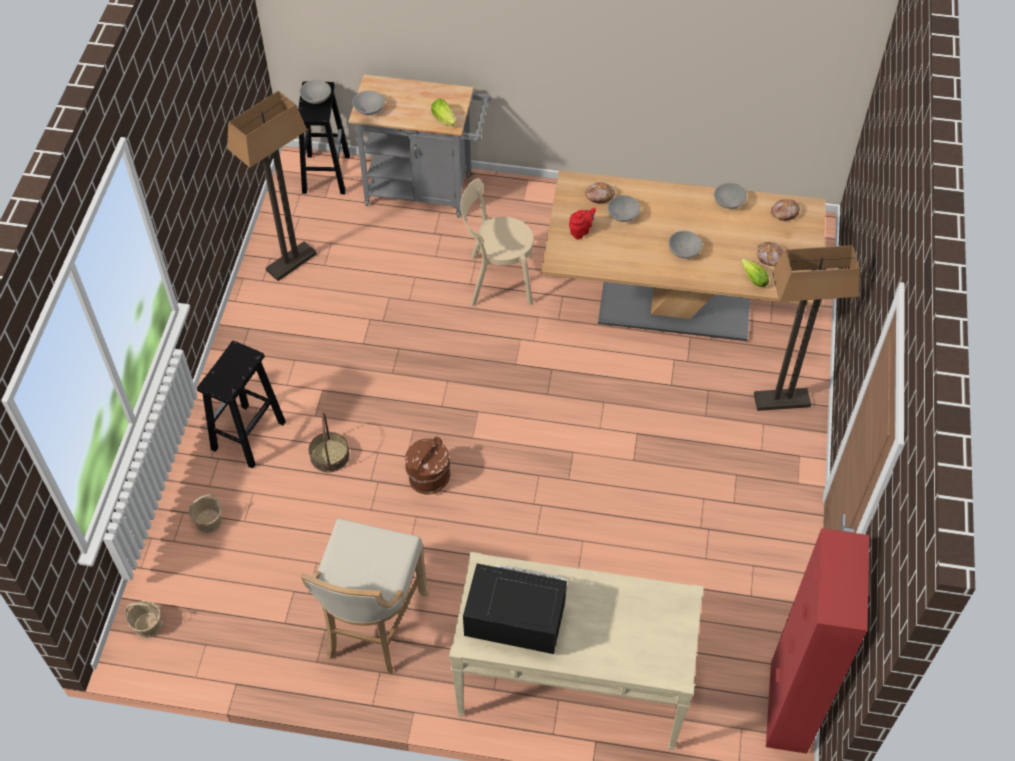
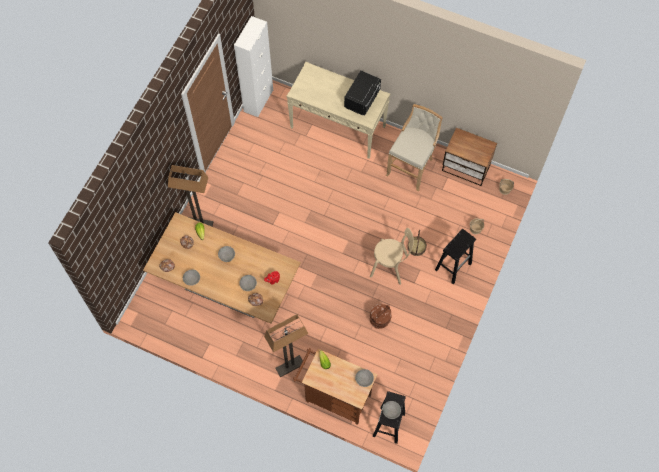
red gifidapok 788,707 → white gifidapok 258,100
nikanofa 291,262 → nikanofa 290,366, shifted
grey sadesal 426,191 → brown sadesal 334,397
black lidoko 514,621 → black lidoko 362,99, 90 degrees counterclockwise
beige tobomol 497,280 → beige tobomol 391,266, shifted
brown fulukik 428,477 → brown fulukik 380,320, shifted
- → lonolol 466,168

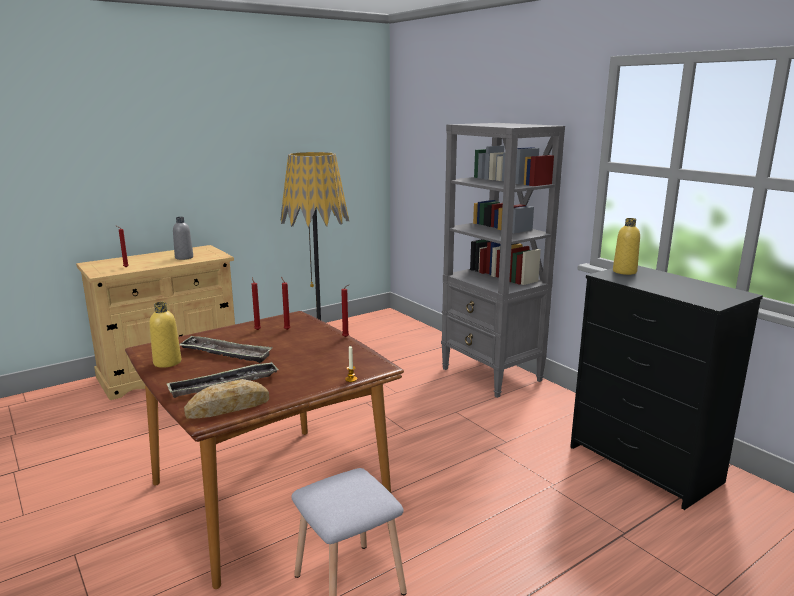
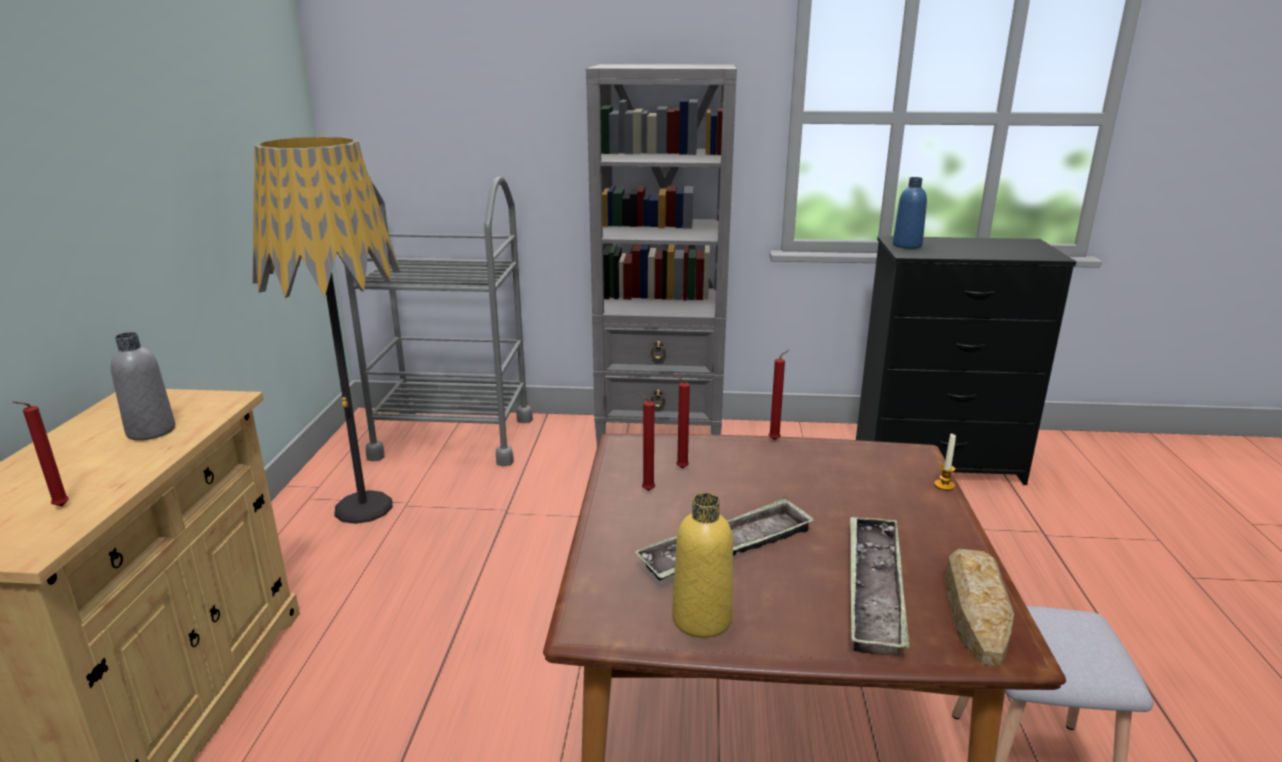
- → grey sadesal 453,438
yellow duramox 624,271 → blue duramox 907,245

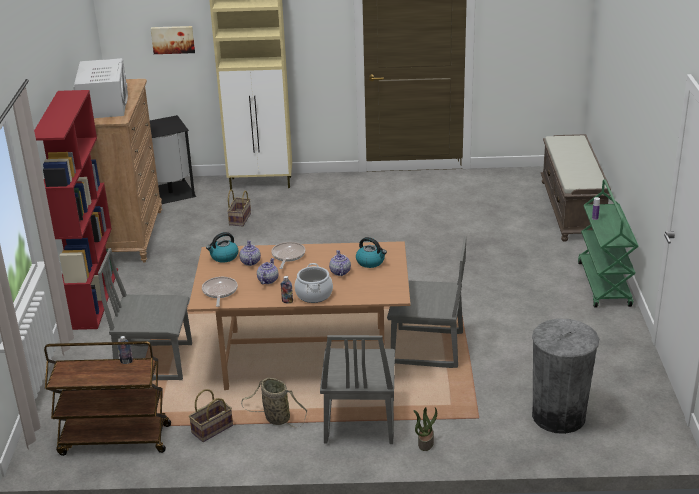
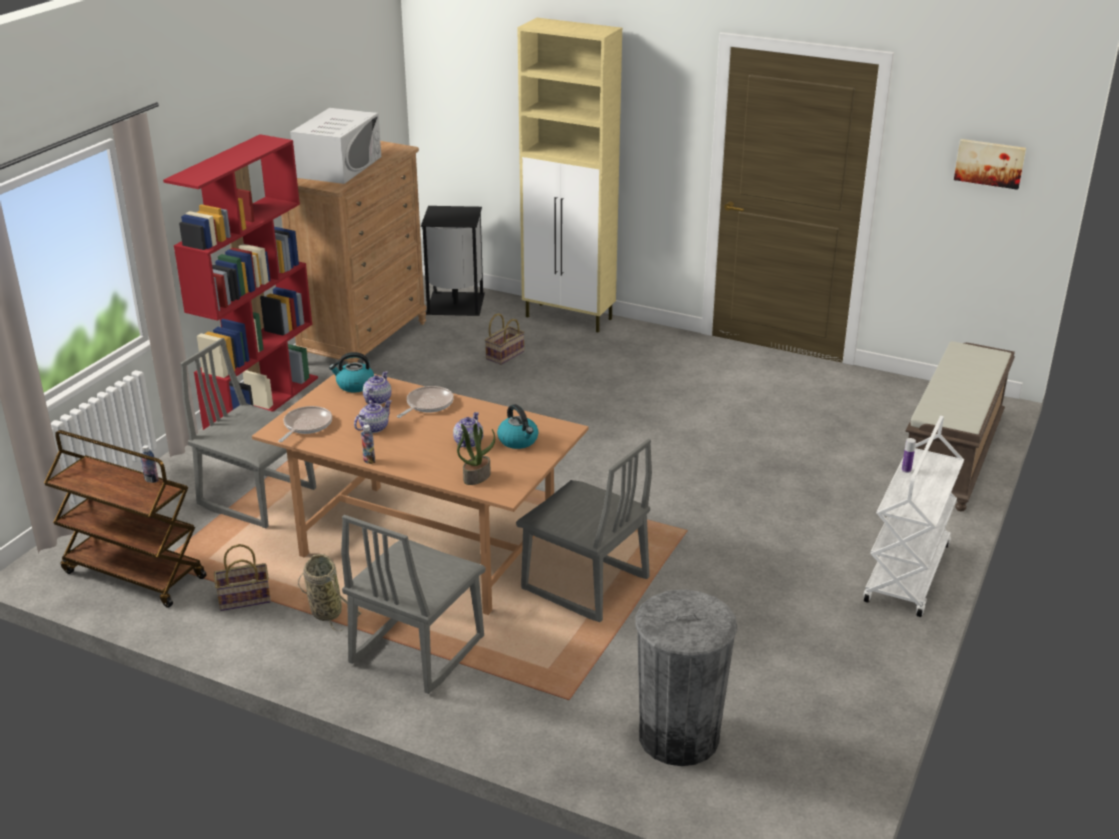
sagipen 425,443 → sagipen 476,476, shifted
green sadesal 604,285 → white sadesal 908,574
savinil 173,39 → savinil 989,163, shifted
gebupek 314,294 → -

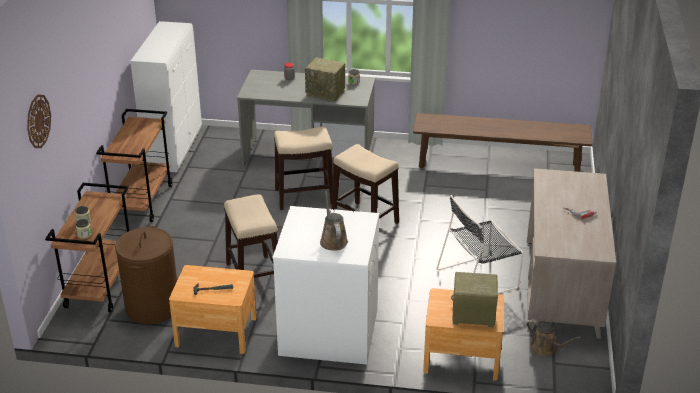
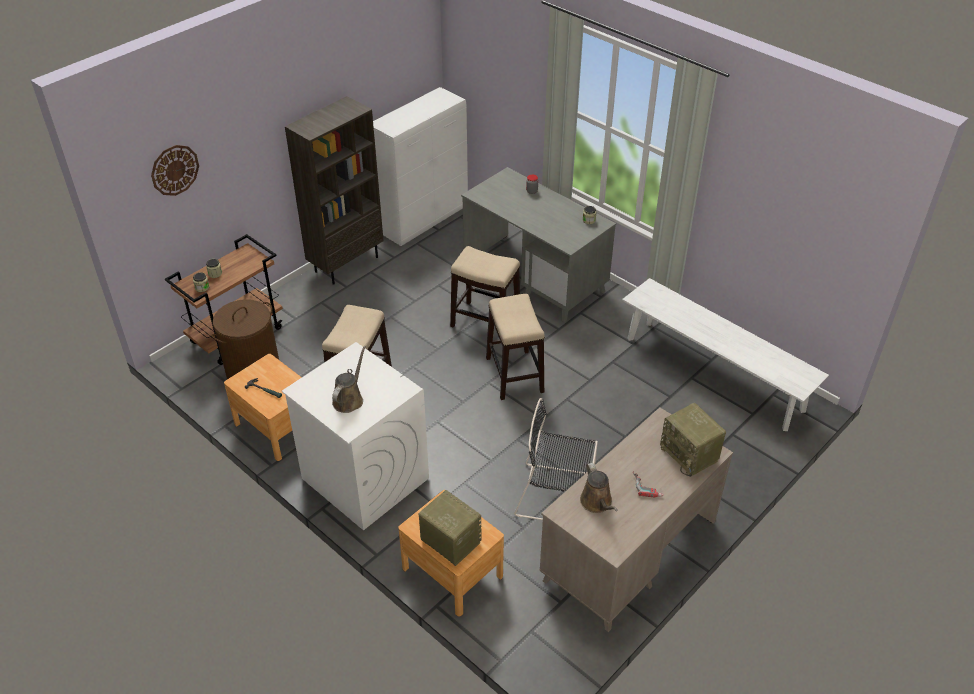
brown sadesal 141,201 → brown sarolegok 346,264
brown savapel 546,349 → brown savapel 597,503, shifted
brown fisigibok 498,166 → white fisigibok 713,373
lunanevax 326,93 → lunanevax 690,454, shifted

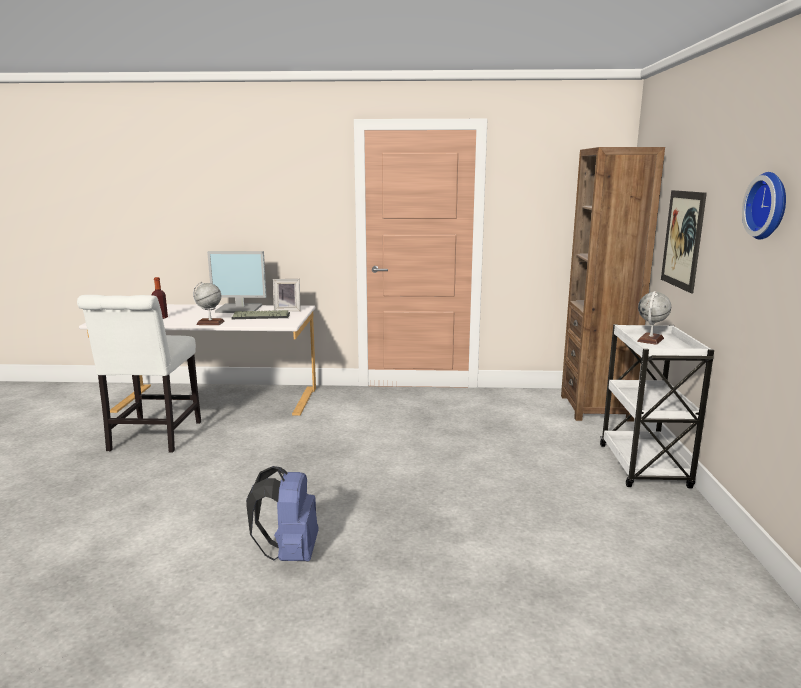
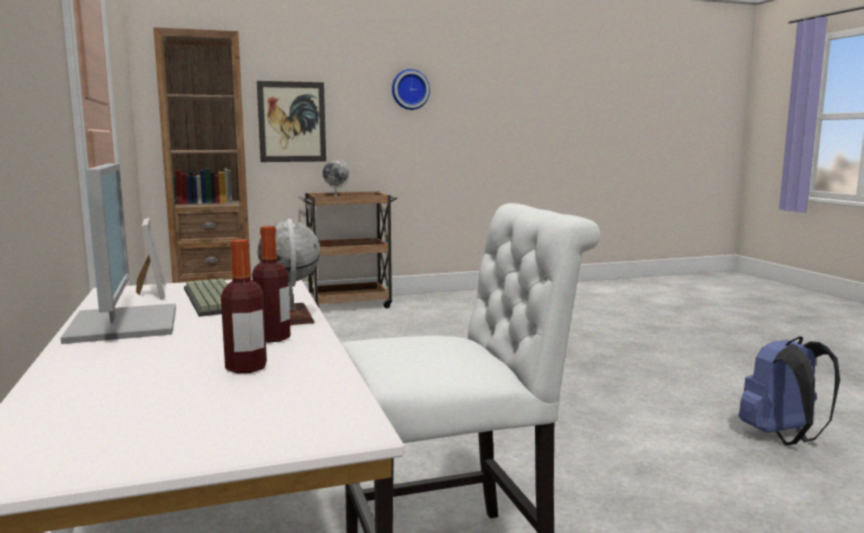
- → duramox 273,338
white sadesal 644,467 → brown sadesal 349,304
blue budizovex 290,553 → blue budizovex 782,437, shifted

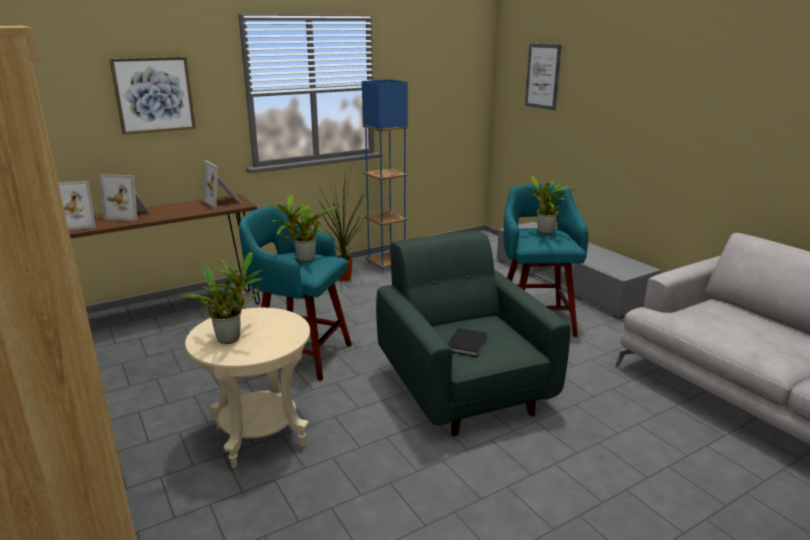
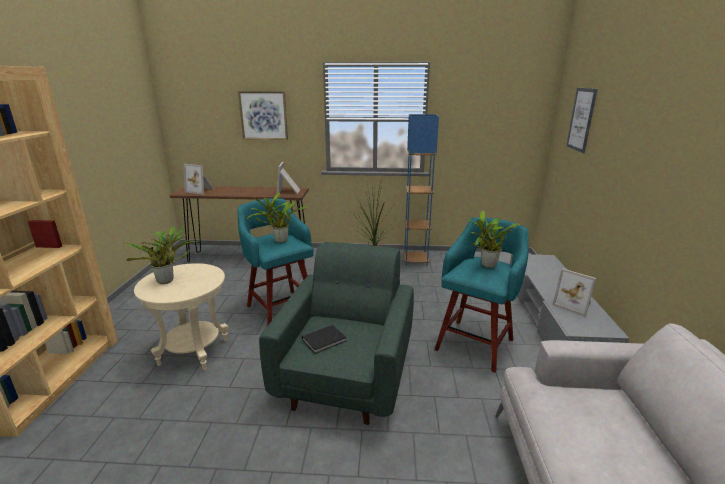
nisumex 129,215 → nisumex 573,305, shifted

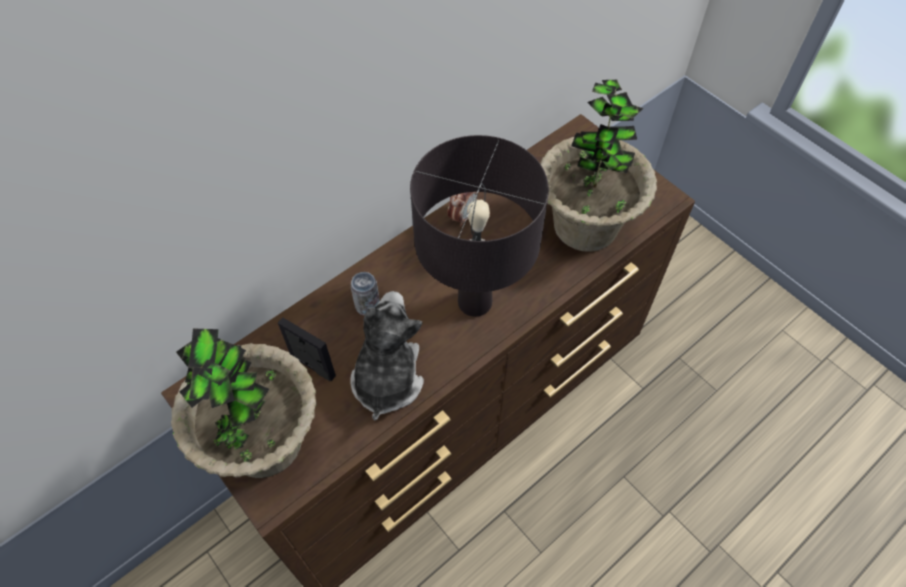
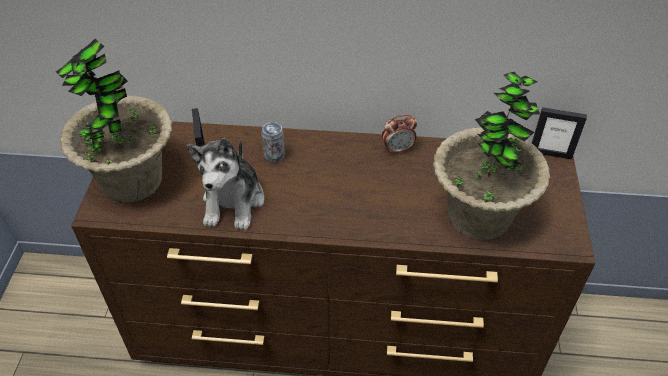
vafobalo 387,378 → vafobalo 233,202, 135 degrees clockwise
- → nisumex 550,153
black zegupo 474,303 → -

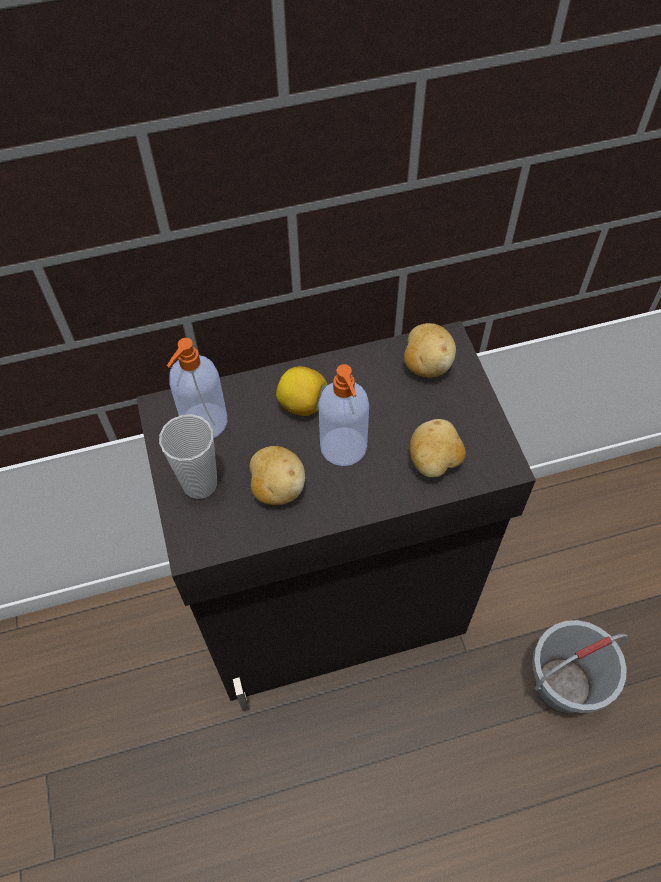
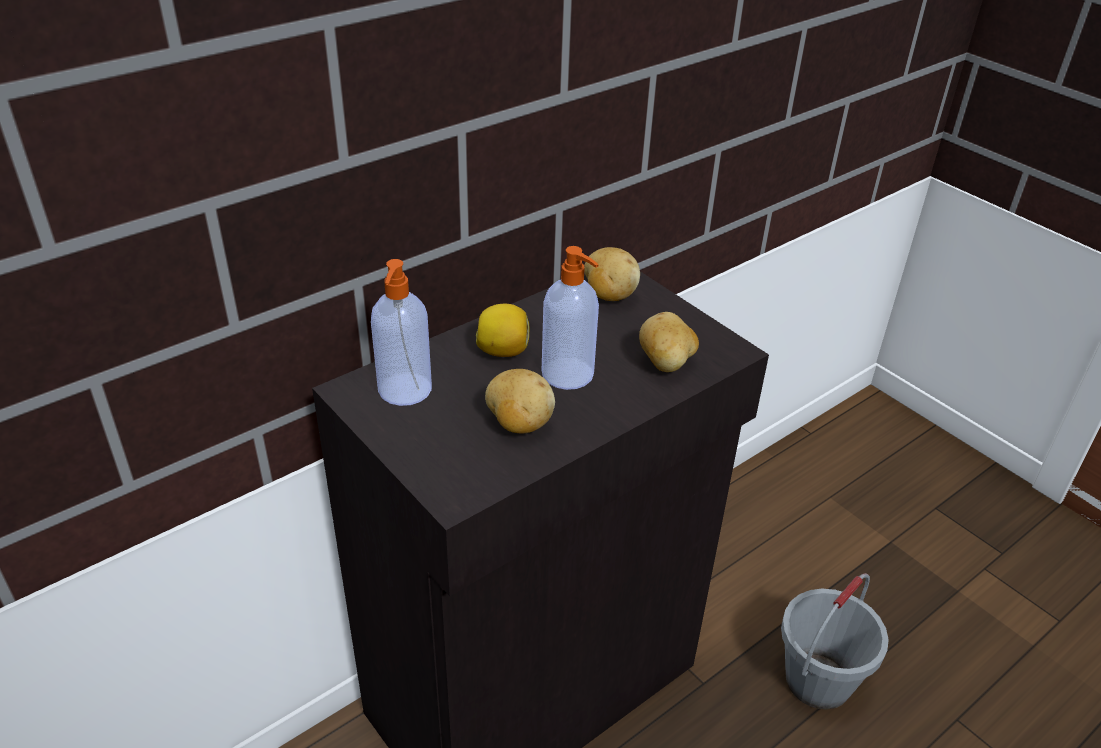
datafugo 200,484 → -

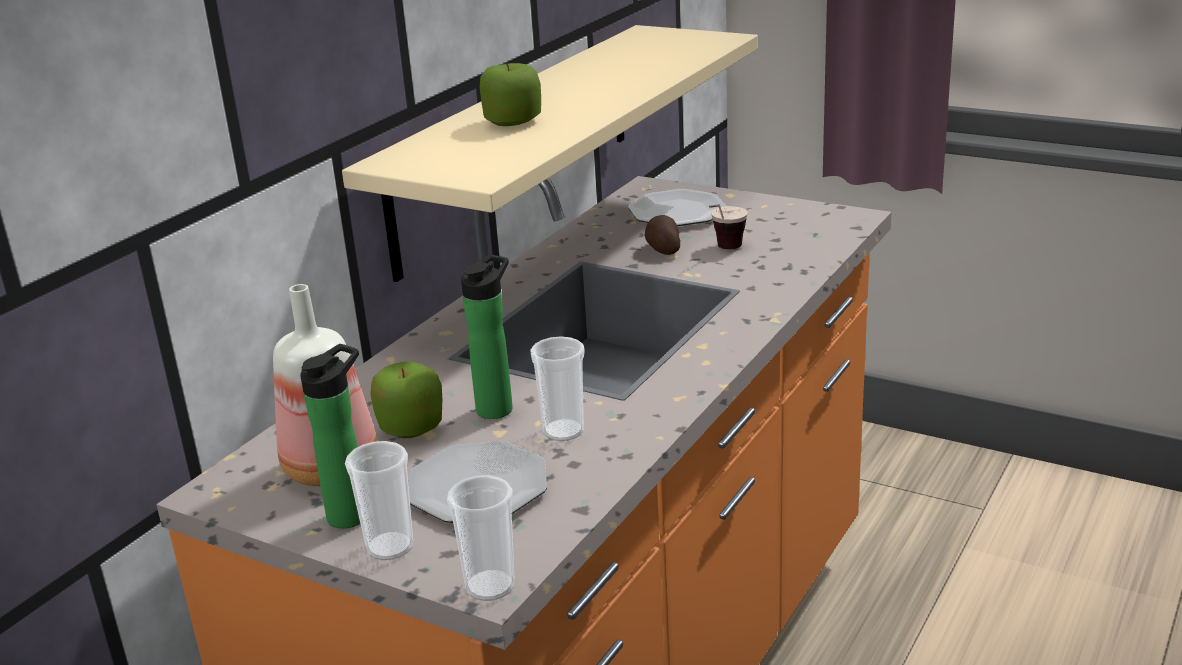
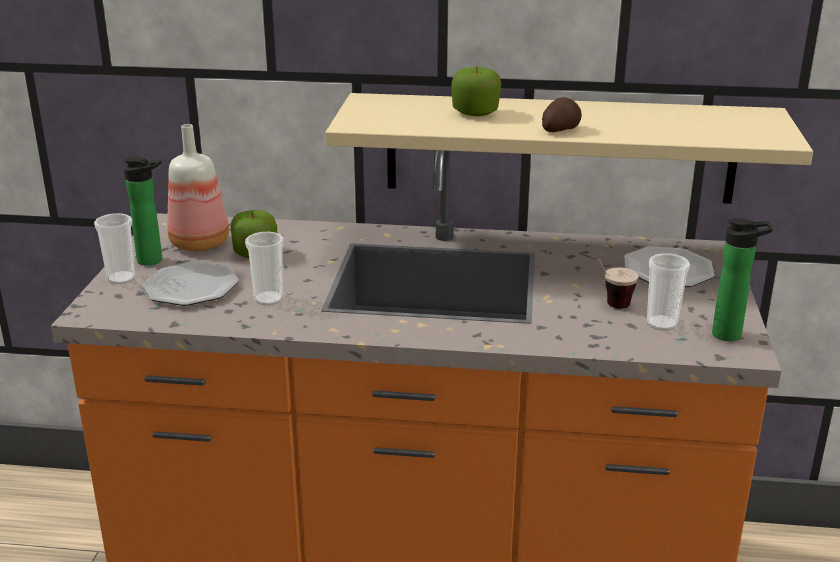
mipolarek 663,249 → mipolarek 560,129, shifted
datafugo 490,586 → datafugo 662,323, shifted
duramox 498,407 → duramox 731,335, shifted

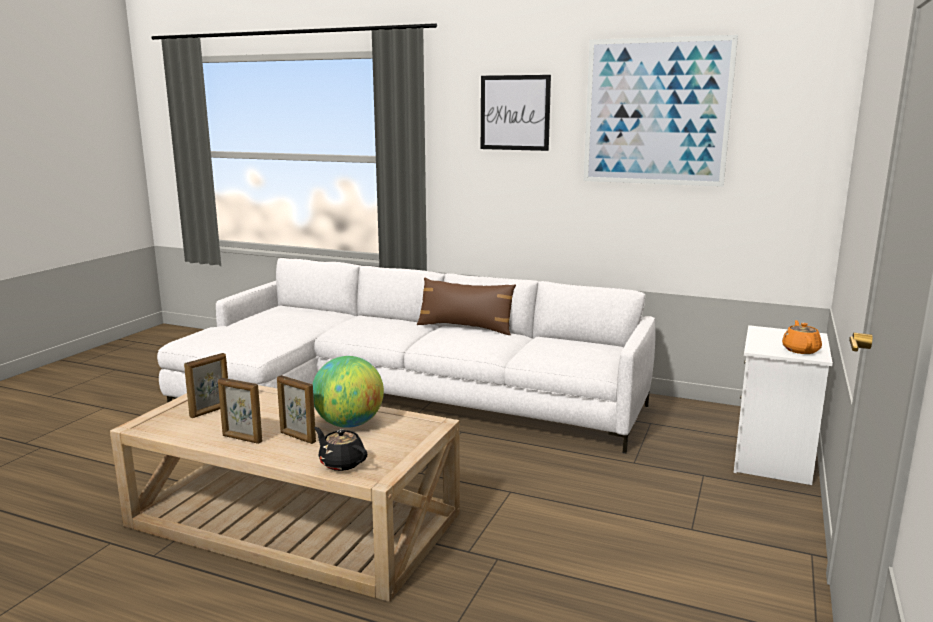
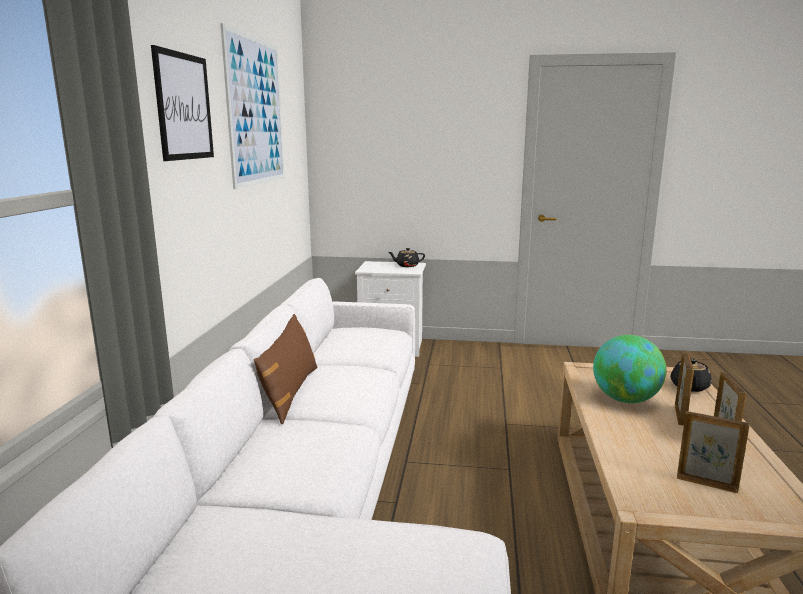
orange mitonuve 800,350 → black mitonuve 407,265

